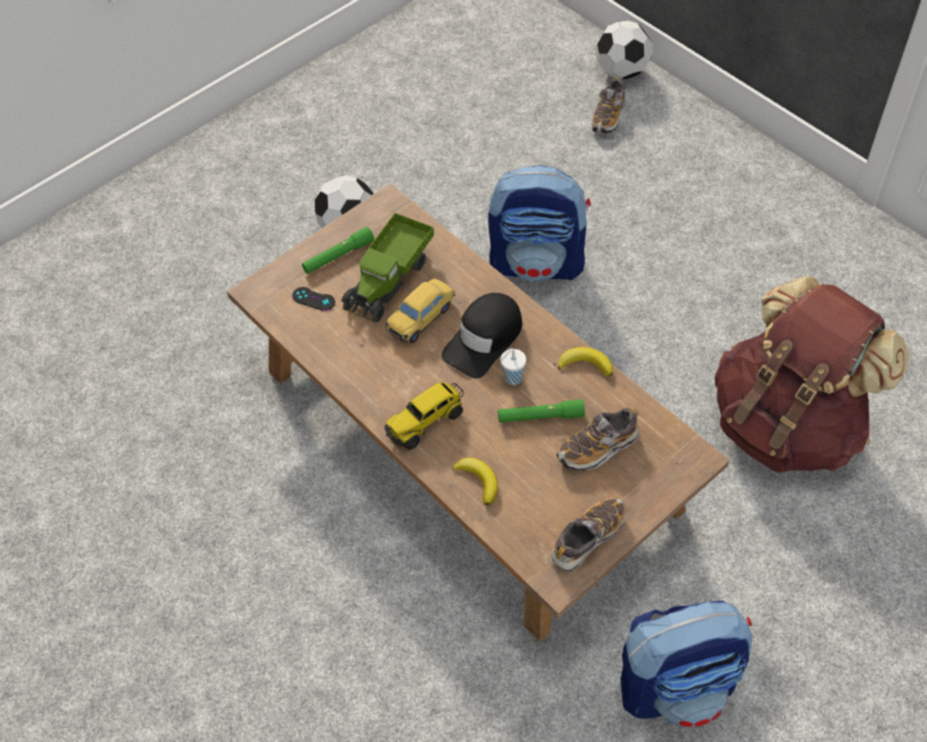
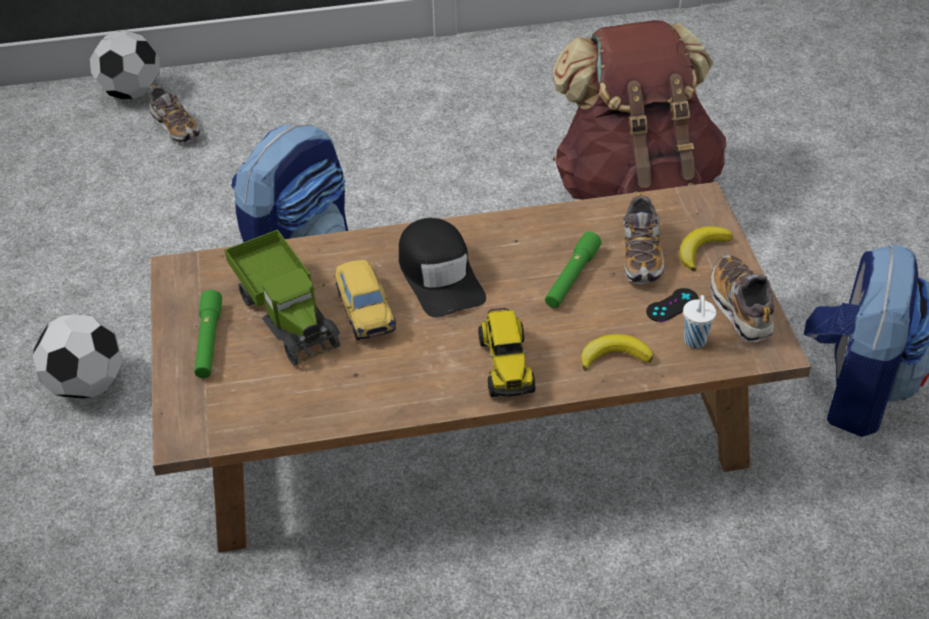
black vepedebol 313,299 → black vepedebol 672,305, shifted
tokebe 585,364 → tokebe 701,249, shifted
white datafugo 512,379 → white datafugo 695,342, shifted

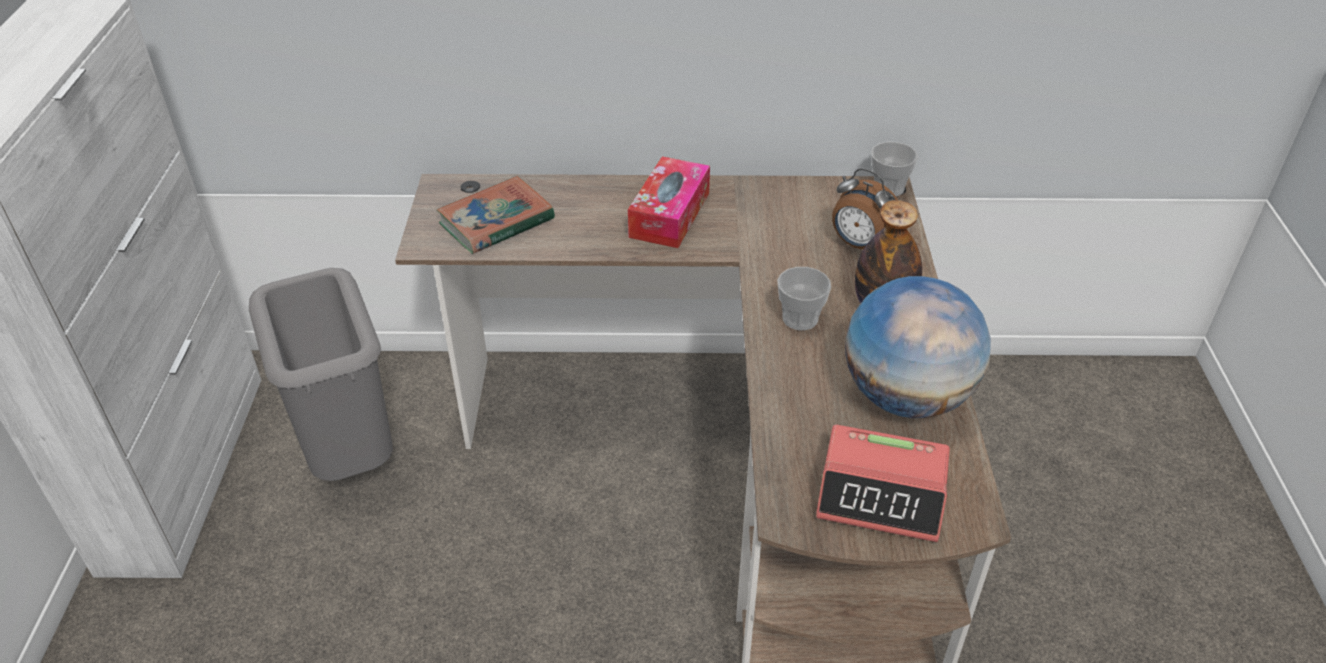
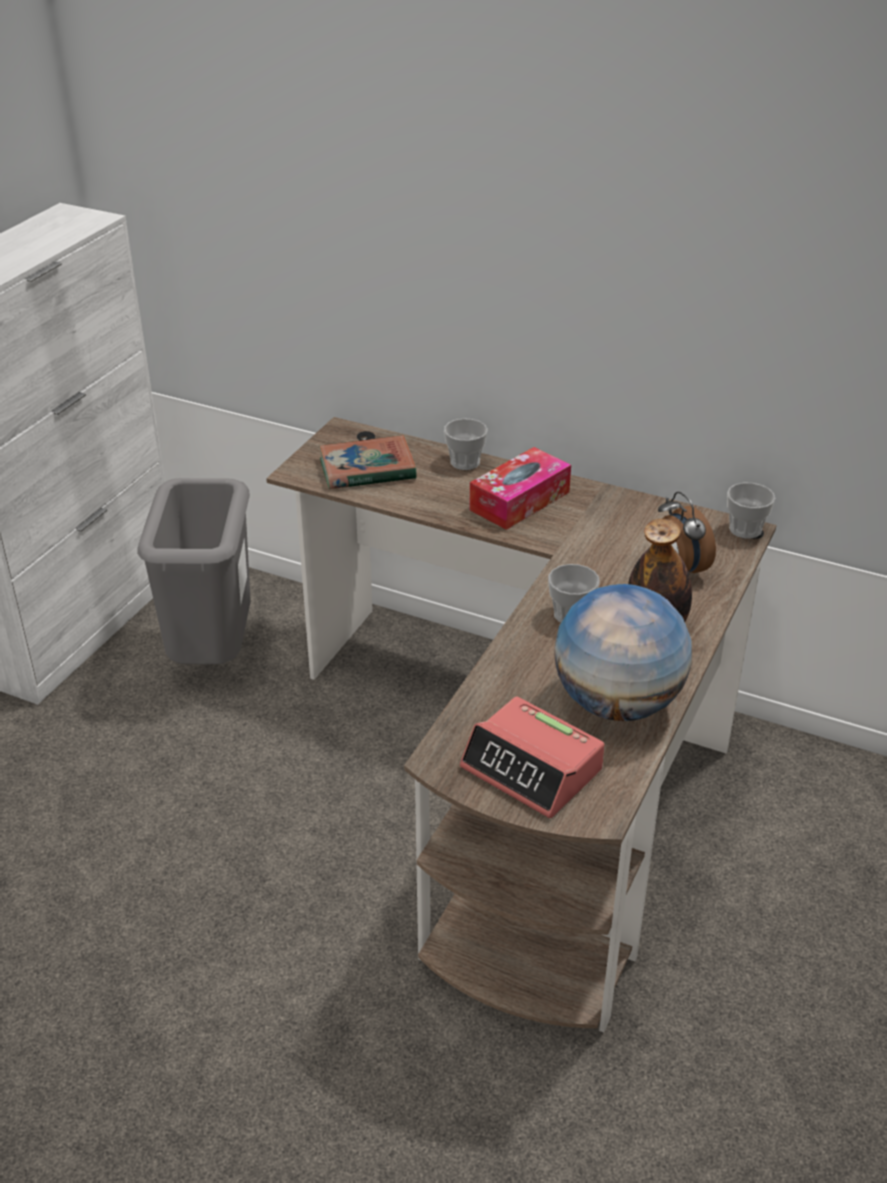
- → datafugo 465,462

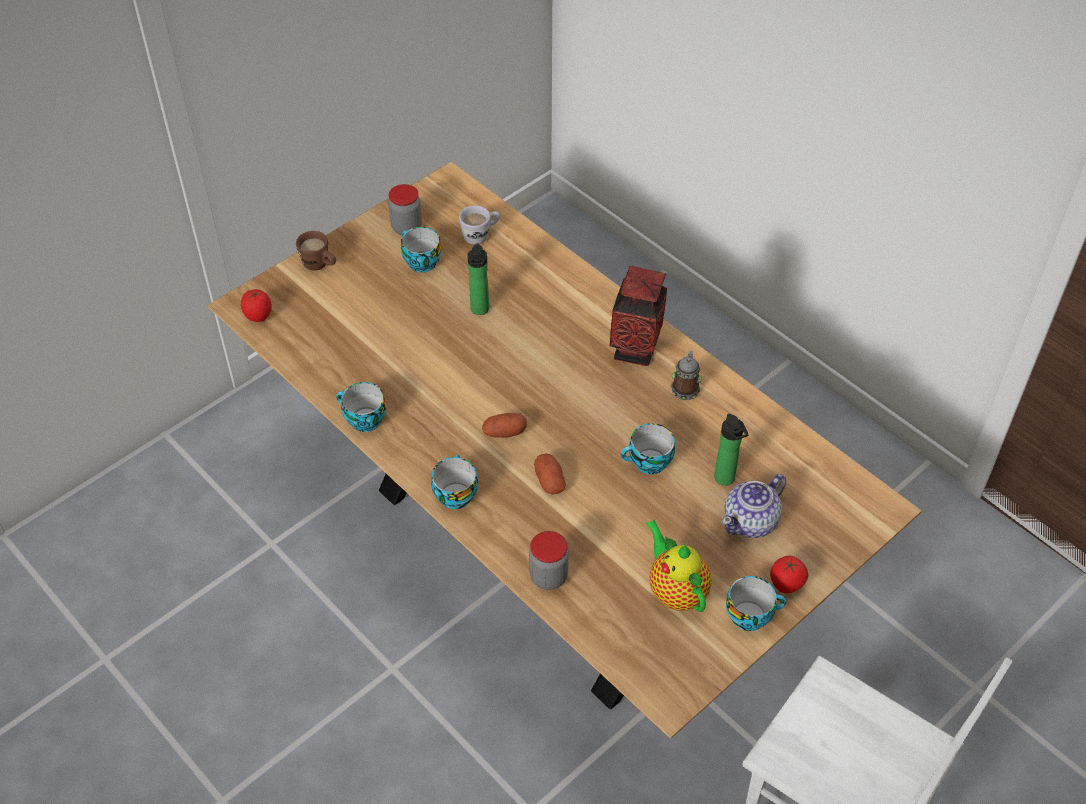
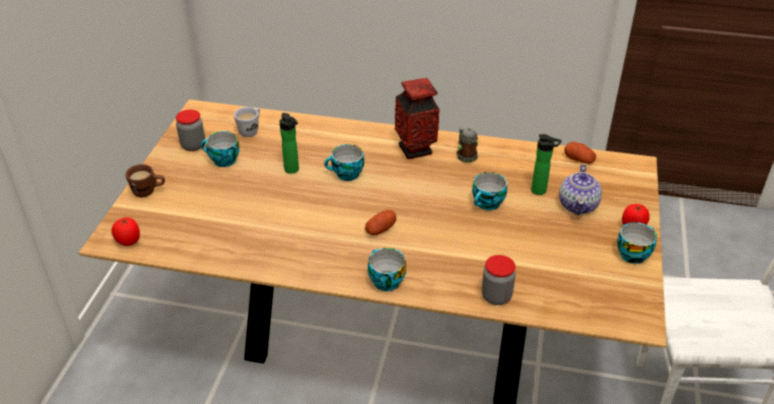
datafugo 363,420 → datafugo 346,175, shifted
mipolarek 550,481 → mipolarek 579,159, shifted
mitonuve 675,591 → -

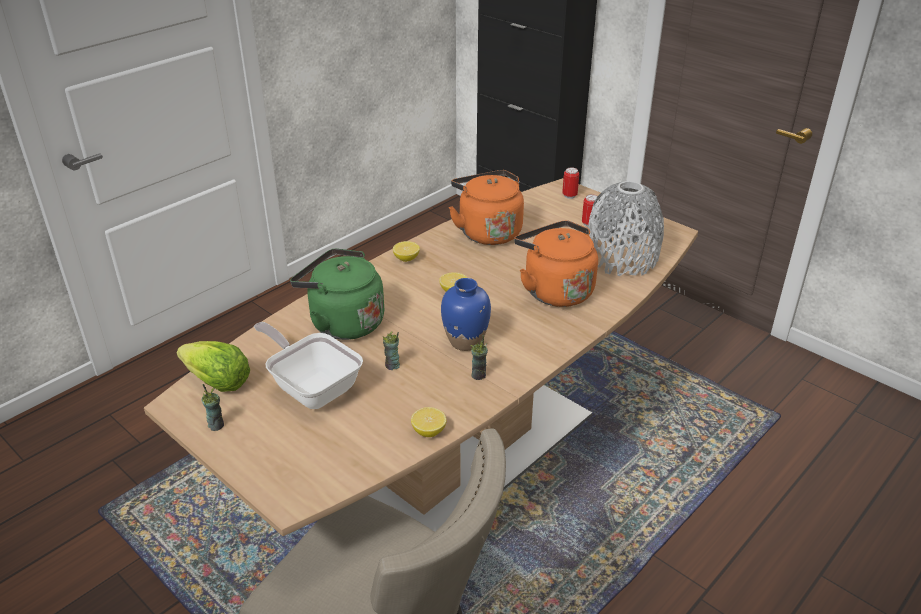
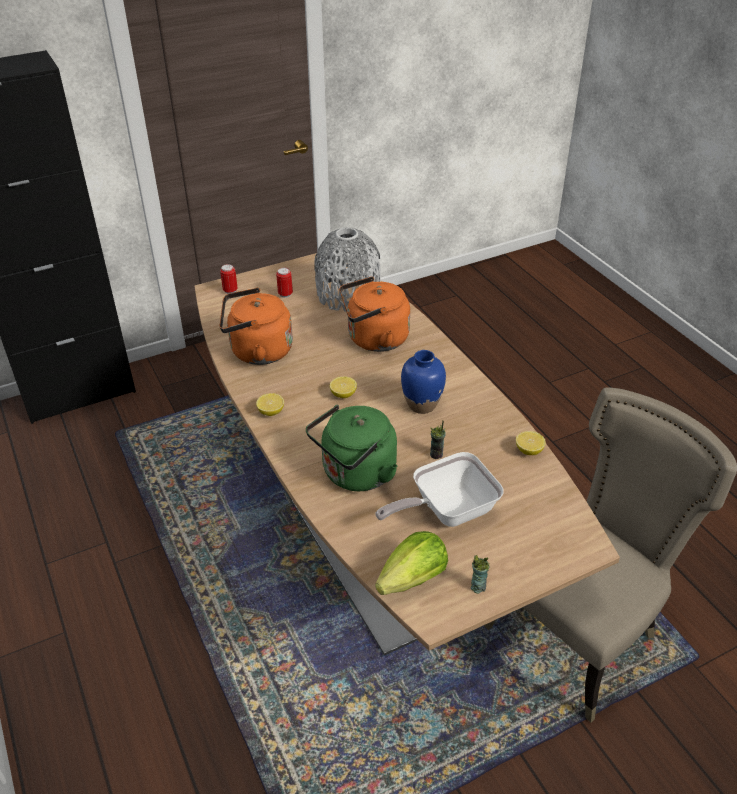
datafugo 479,375 → -

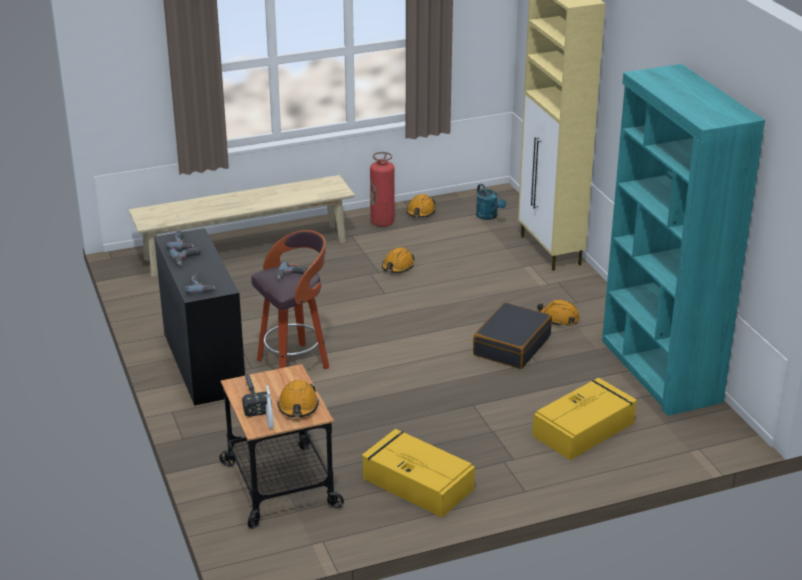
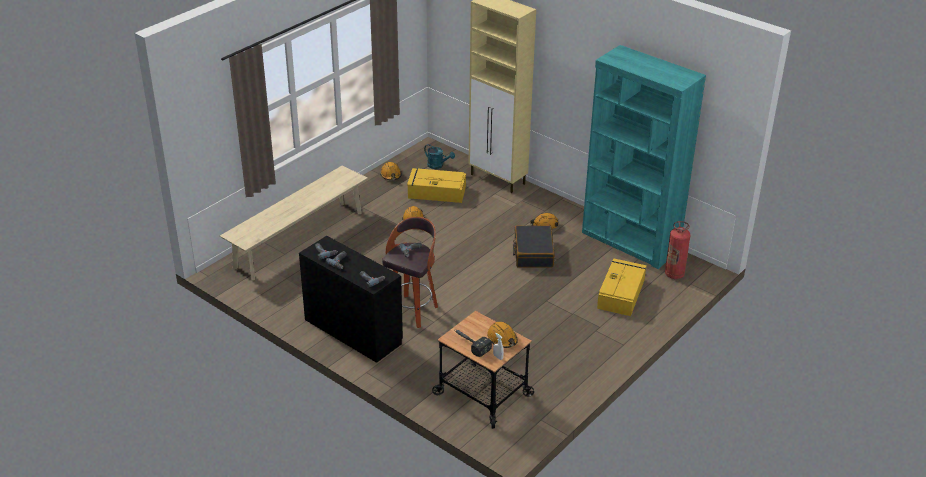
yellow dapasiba 416,483 → yellow dapasiba 436,192, shifted
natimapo 382,222 → natimapo 674,274, shifted

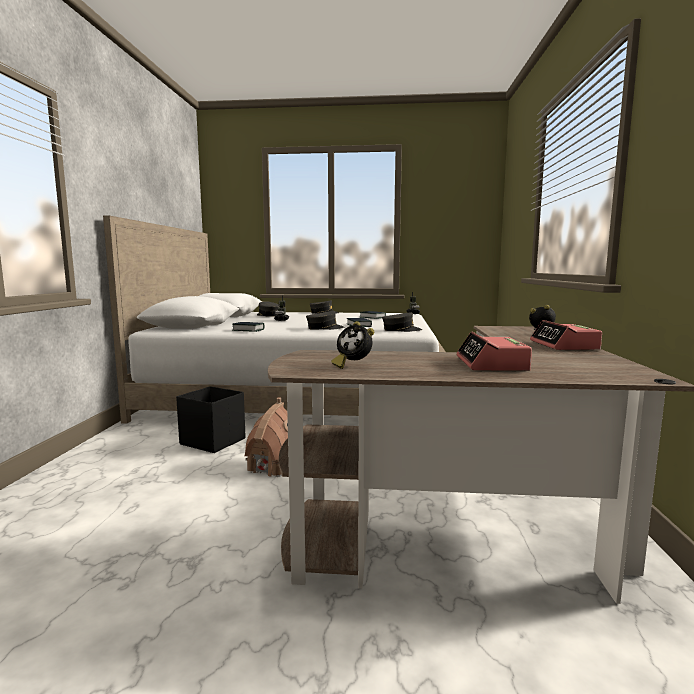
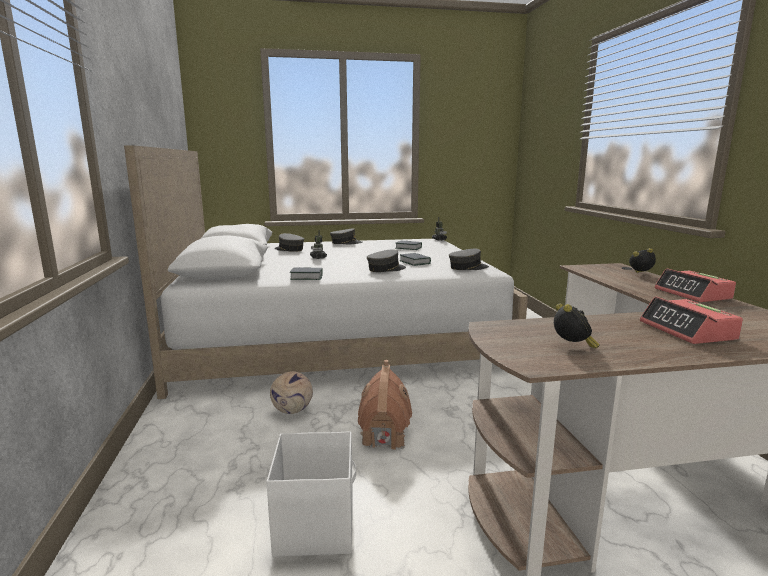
- → white dapasiba 316,524
black dapasiba 212,441 → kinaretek 291,411
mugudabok 352,365 → mugudabok 572,347, 120 degrees counterclockwise

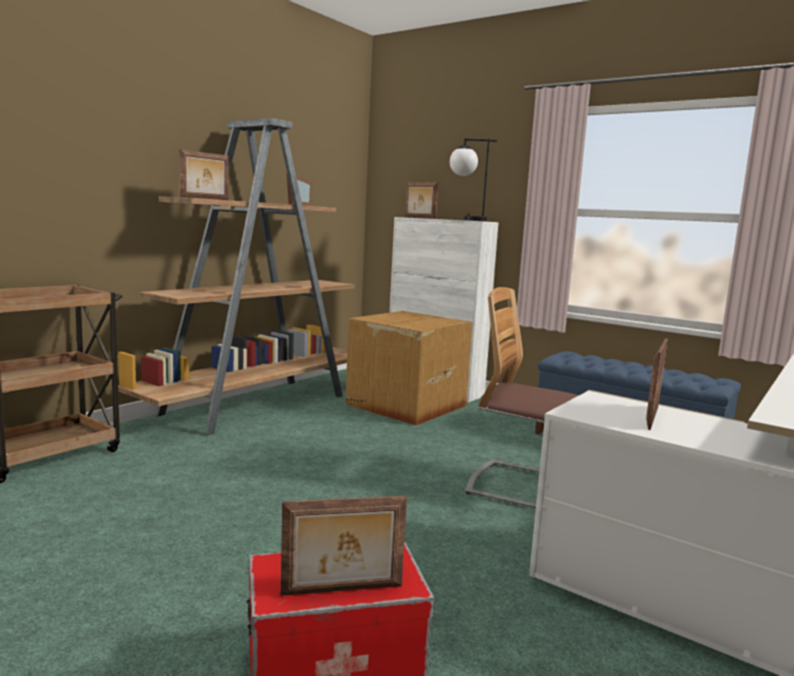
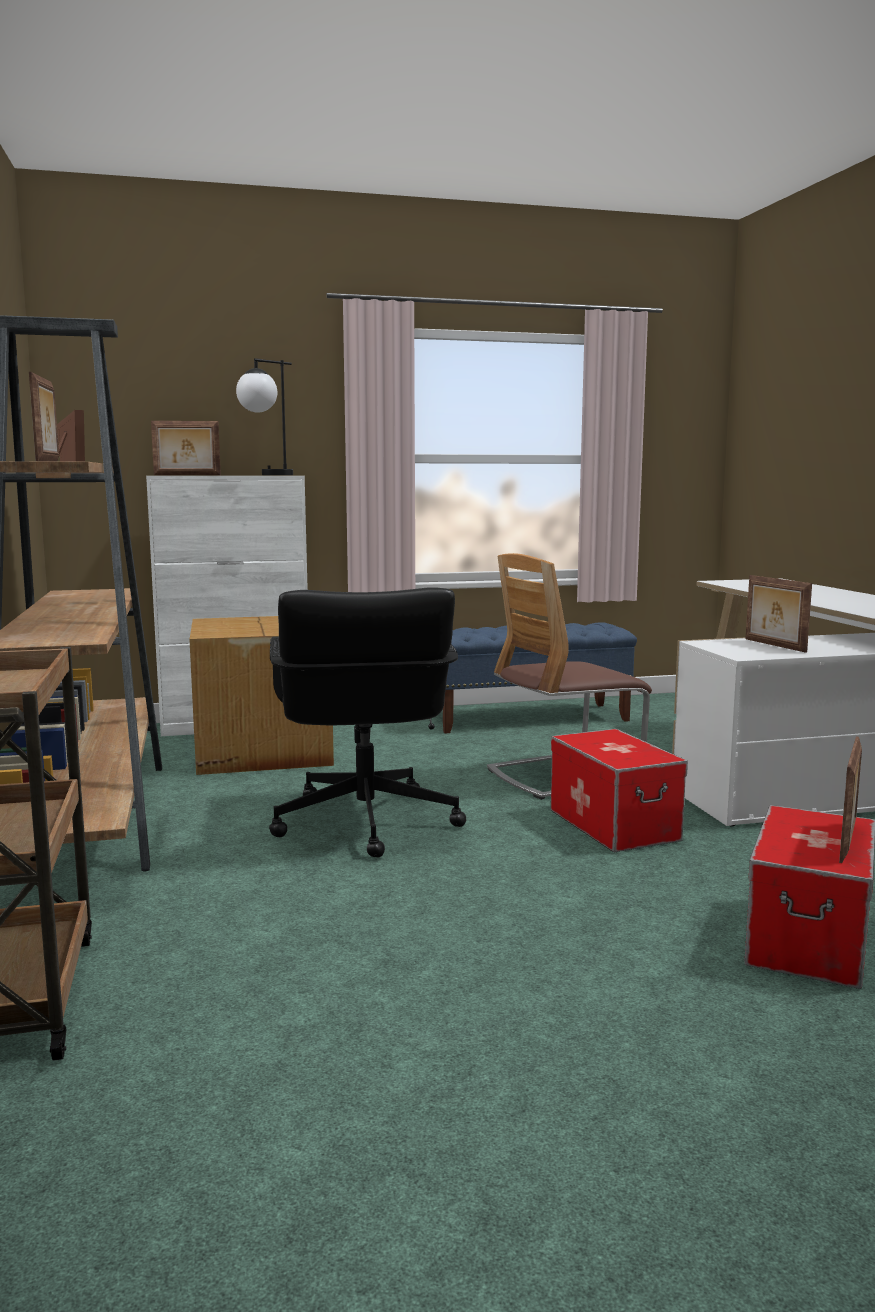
- → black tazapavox 364,823
- → dapasiba 612,825

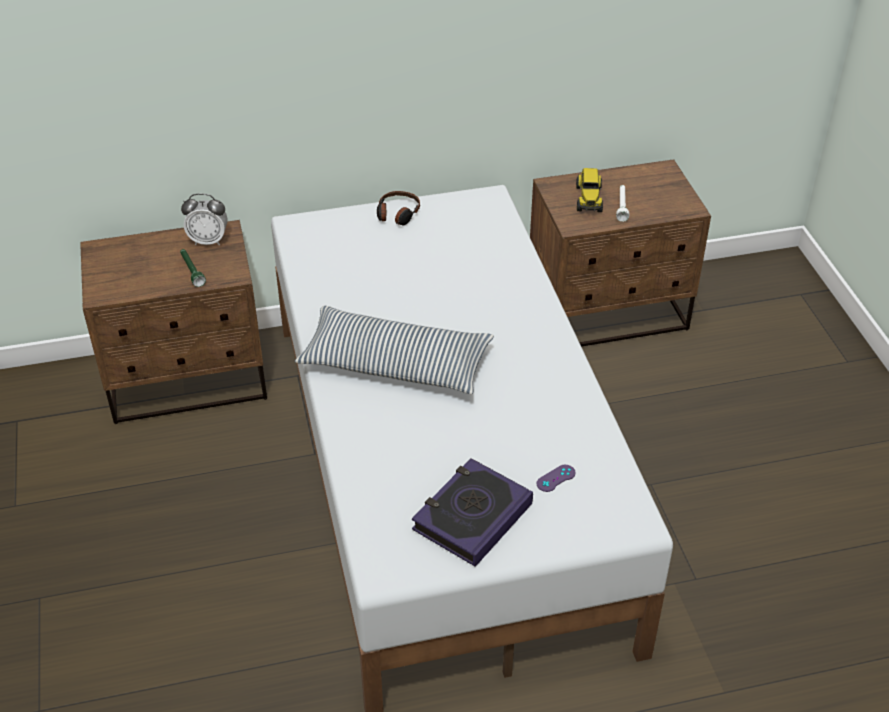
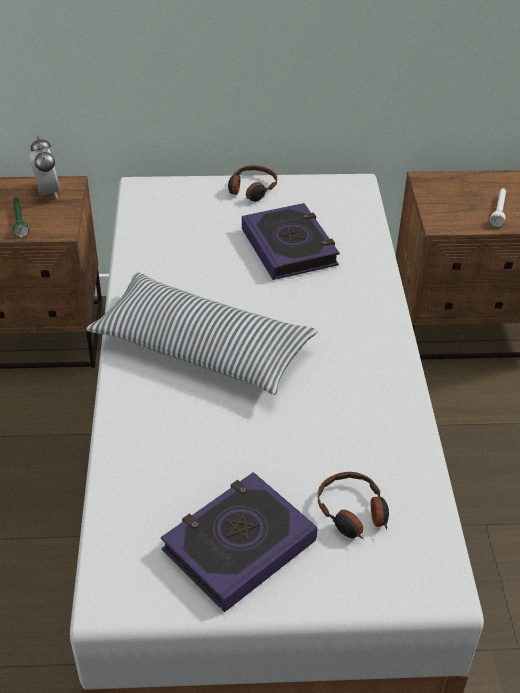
mugudabok 208,241 → mugudabok 48,192, 120 degrees counterclockwise
- → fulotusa 289,247
purple vepedebol 556,478 → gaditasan 353,512
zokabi 588,198 → -

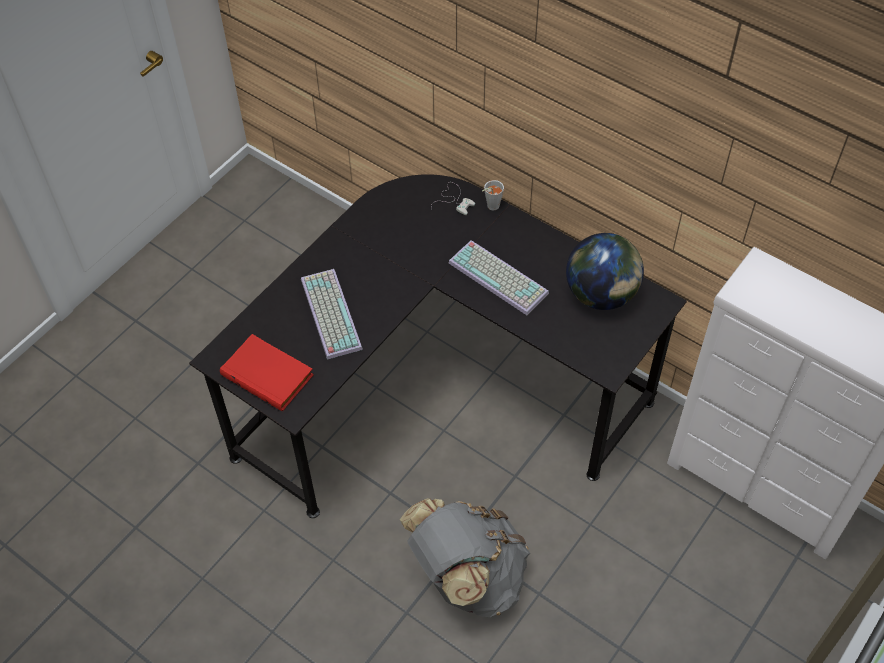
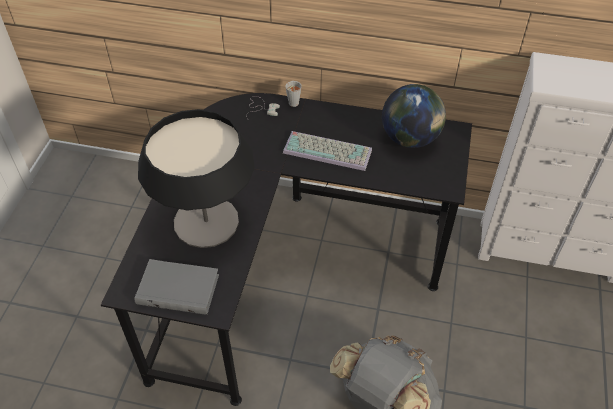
red fulotusa 269,374 → grey fulotusa 179,288
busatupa 328,313 → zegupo 206,221

